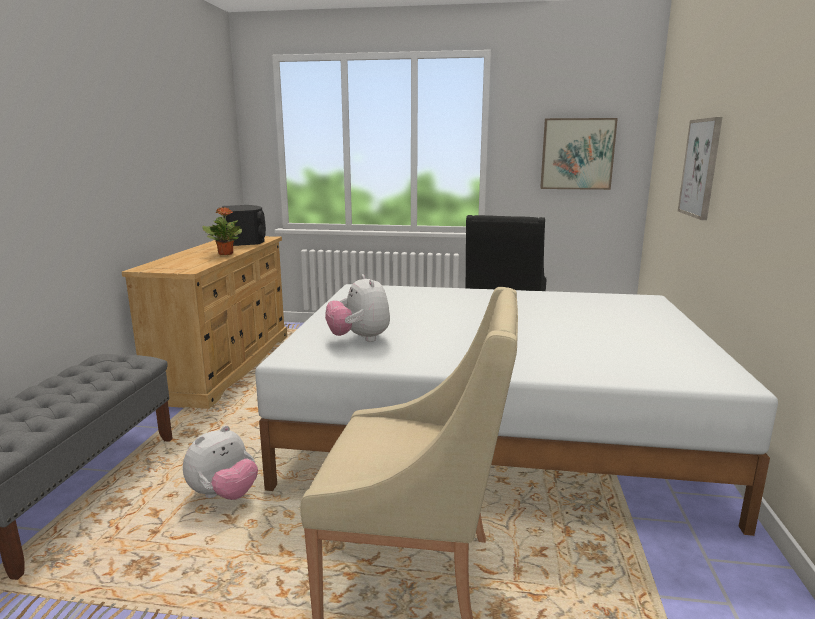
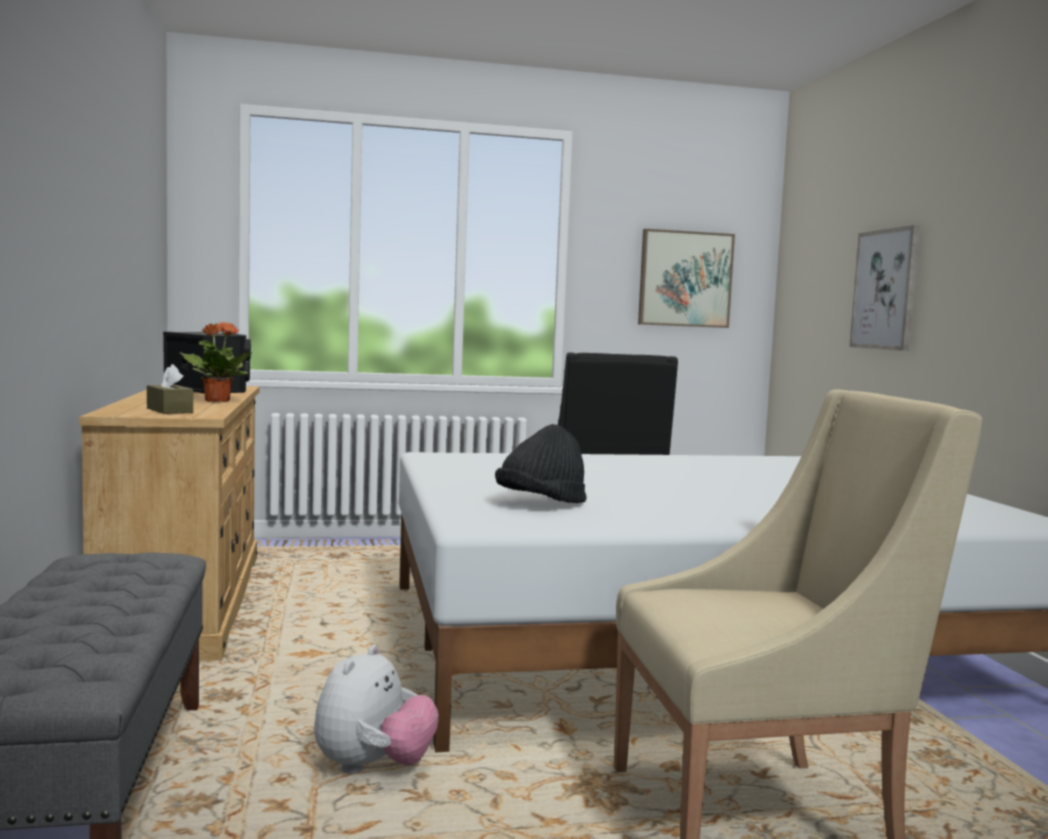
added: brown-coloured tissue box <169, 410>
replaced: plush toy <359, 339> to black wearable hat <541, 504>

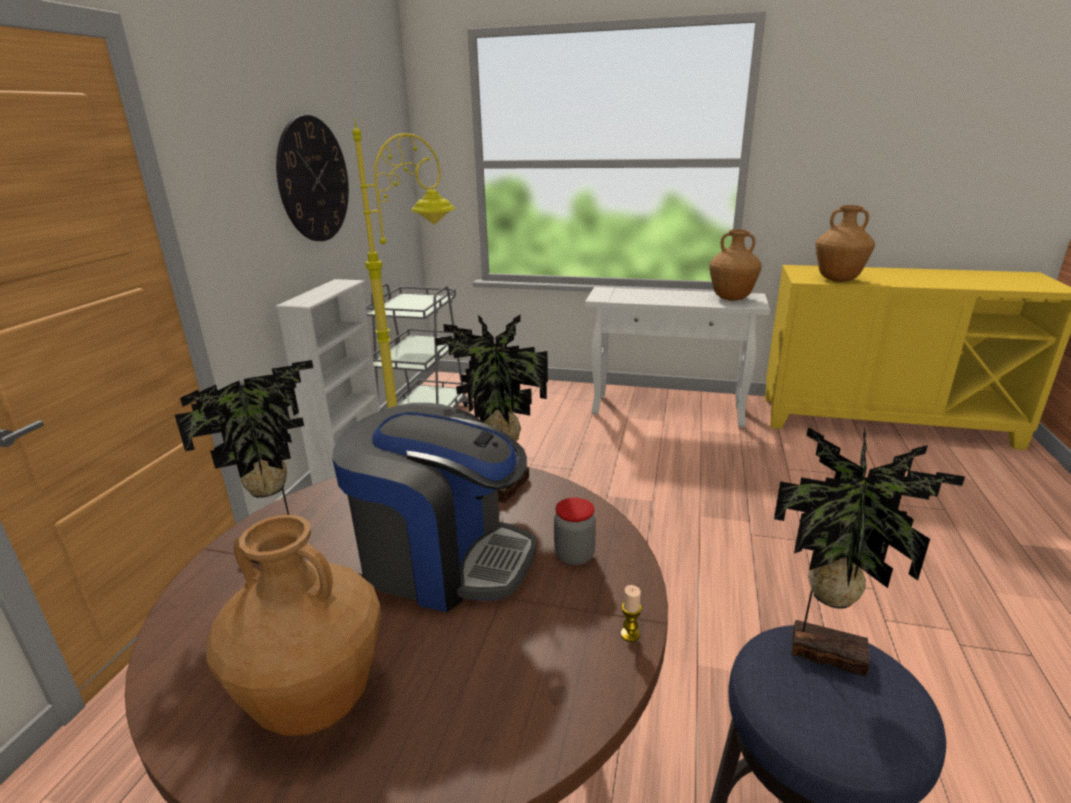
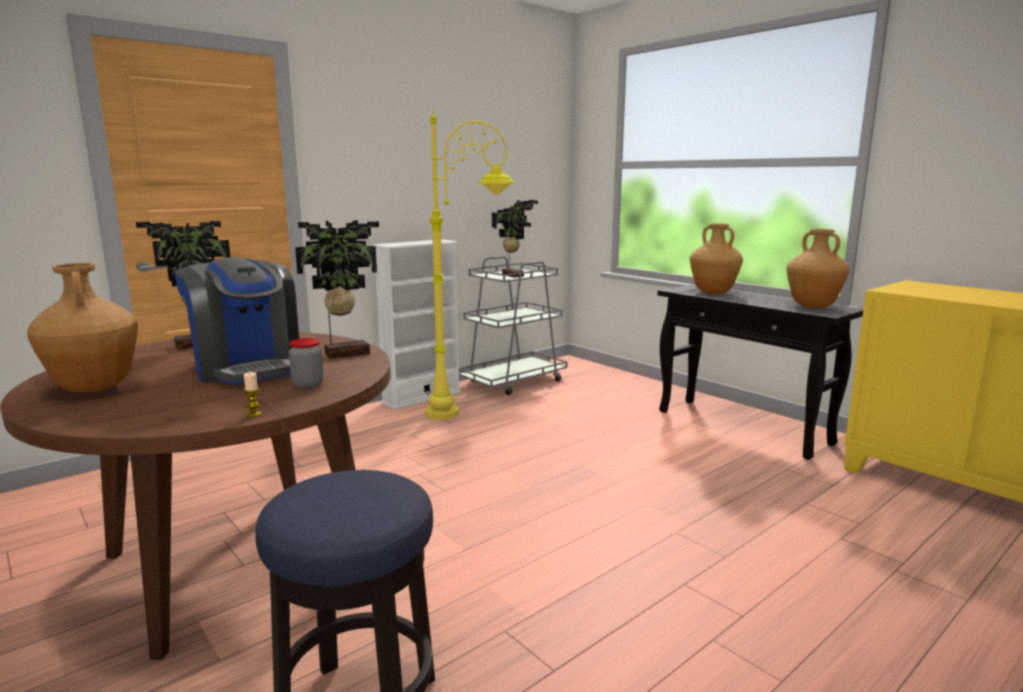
removed: wall clock <314, 180>
moved: brown-coloured vase <837, 280> to <713, 293>; houseplant <826, 649> to <514, 275>
recoloured: white-coloured narrow table <668, 410> to black narrow table <743, 427>

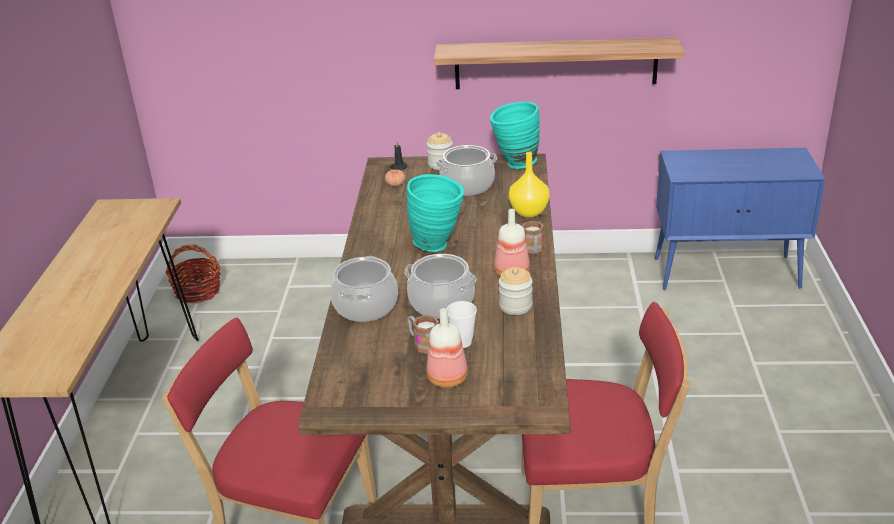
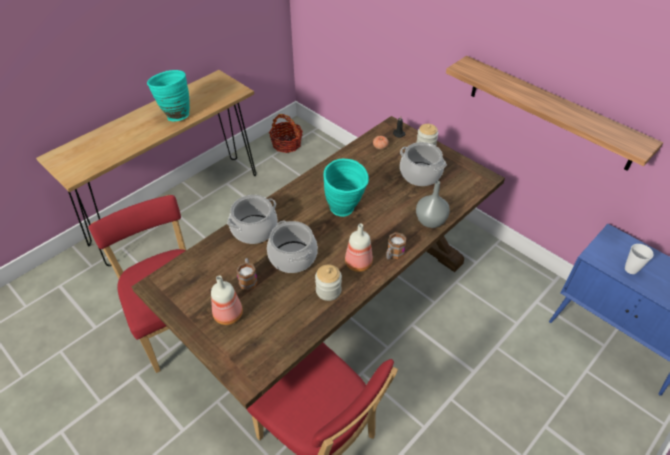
moved: turquoise vase <514, 164> to <175, 115>; cup <462, 342> to <631, 269>
recoloured: yellow vase <528, 212> to greyish vase <429, 221>

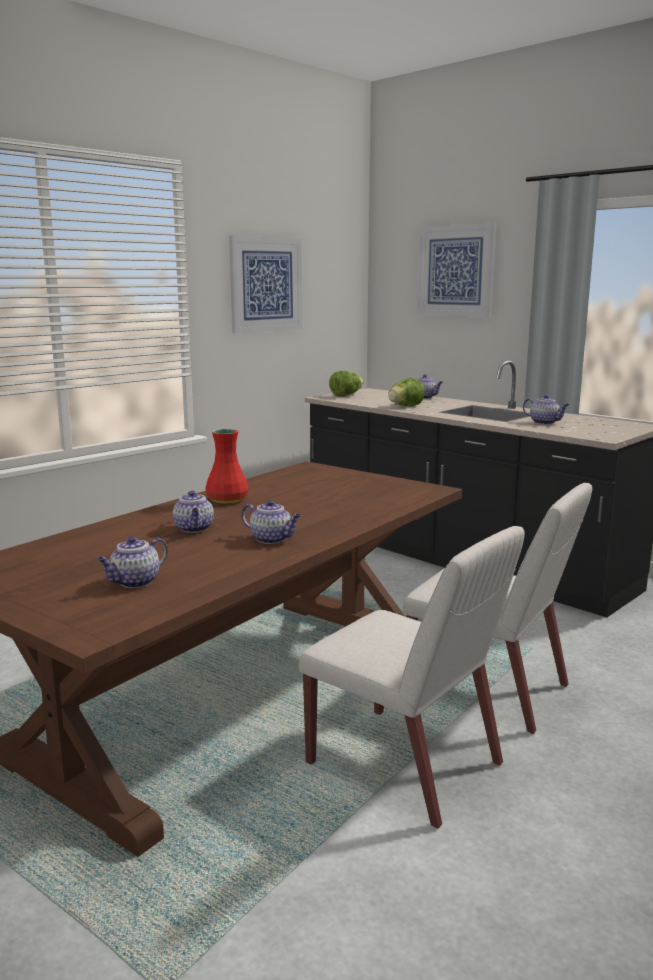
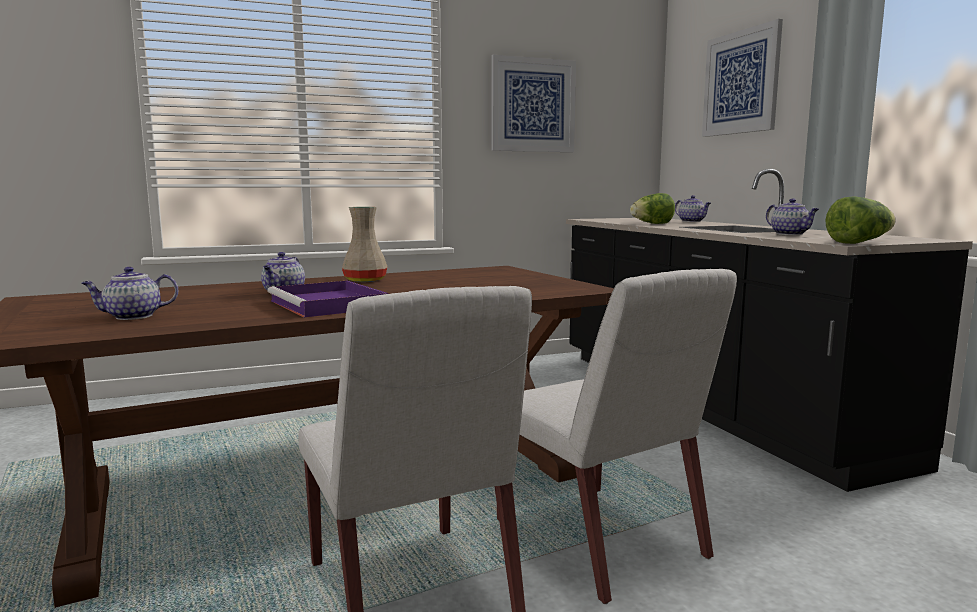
moved: lettuce <346, 395> to <858, 243>
replaced: tea pot <272, 539> to purplish carrying tray <329, 304>
recoloured: red vase <227, 500> to sand-coloured vase <365, 280>

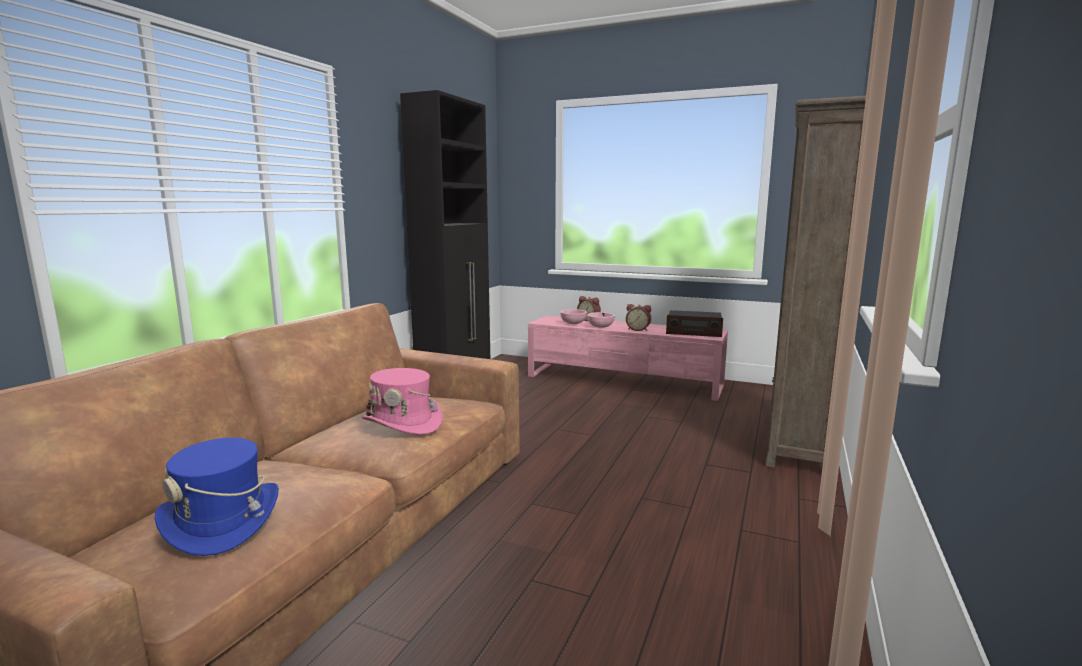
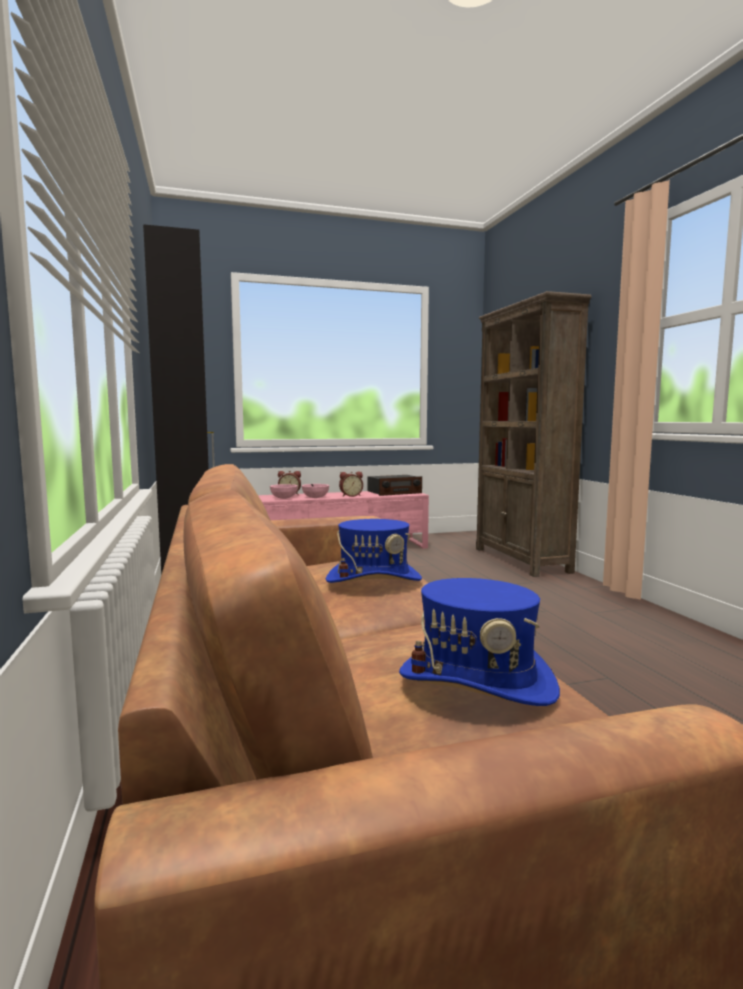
recoloured: pinkish wearable hat <403, 423> to bluish wearable hat <374, 579>

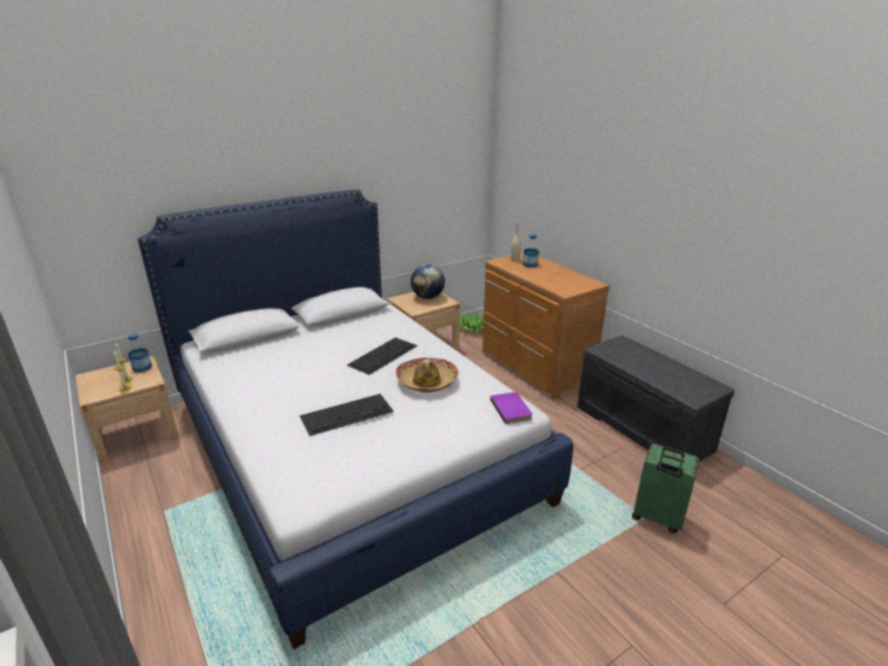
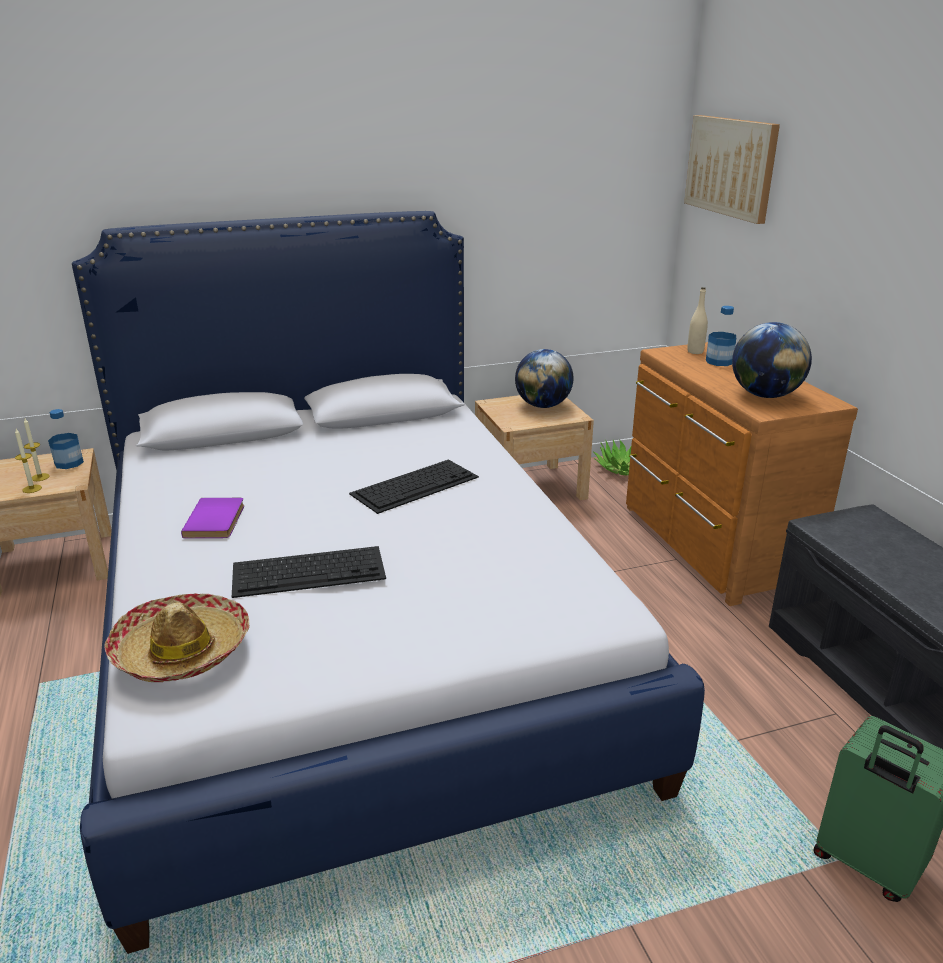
added: picture <731, 167>; globe <765, 395>
moved: wearable hat <427, 381> to <182, 650>; purplish bound book <512, 409> to <217, 520>

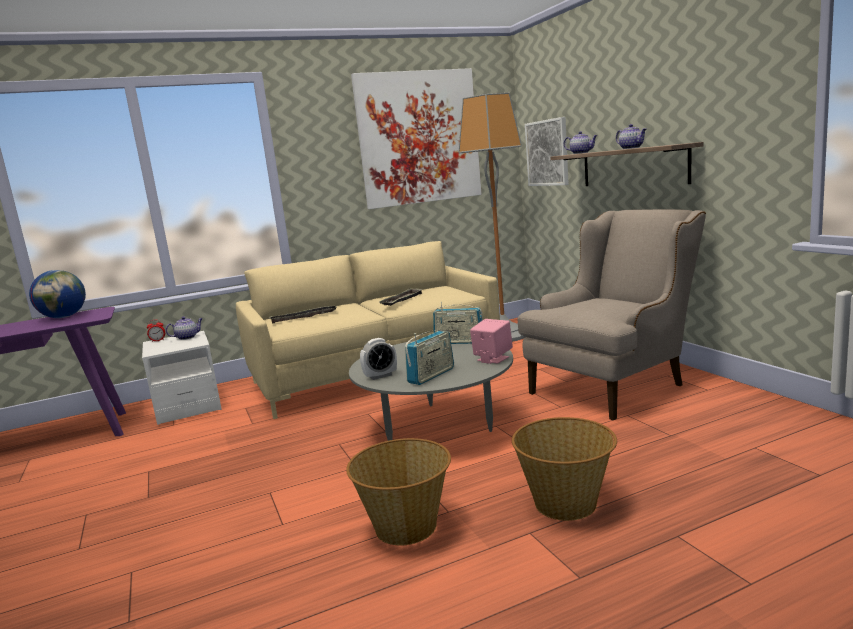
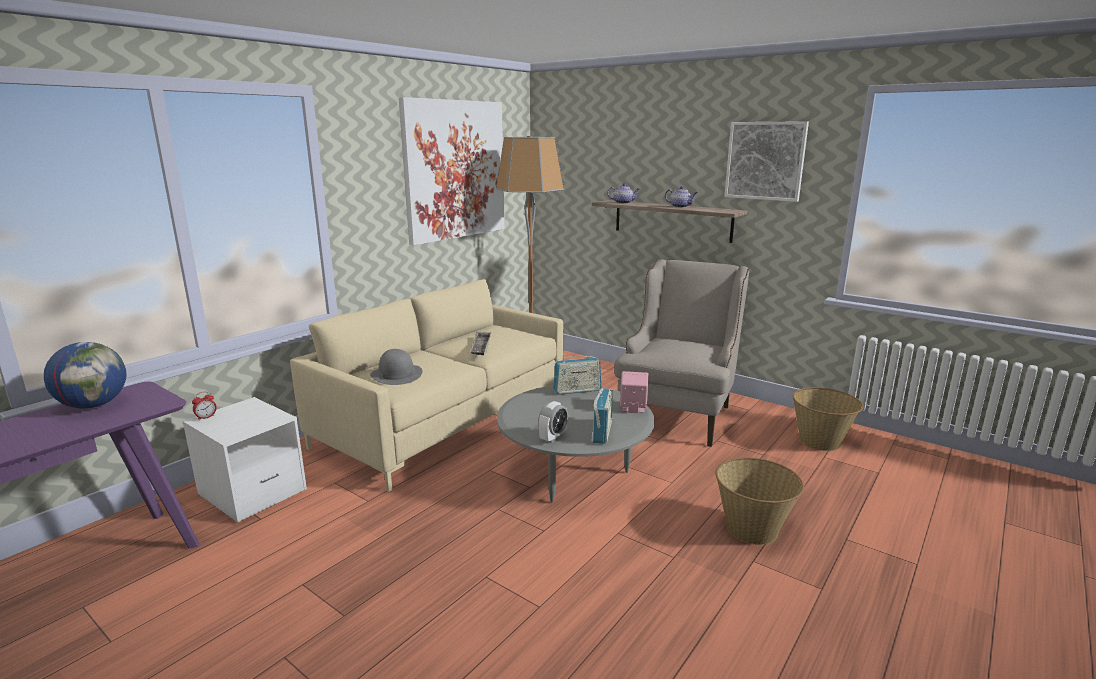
removed: tea pot <187, 337>
moved: picture <547, 153> to <765, 161>; household basket <406, 527> to <820, 441>
replaced: carrying tray <303, 317> to greyish wearable hat <396, 374>

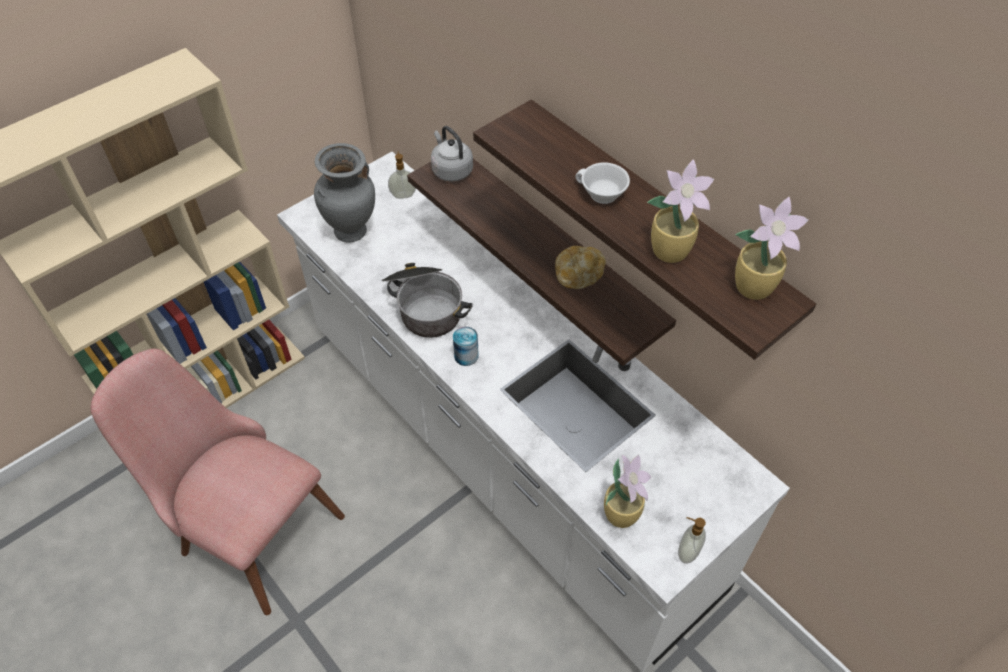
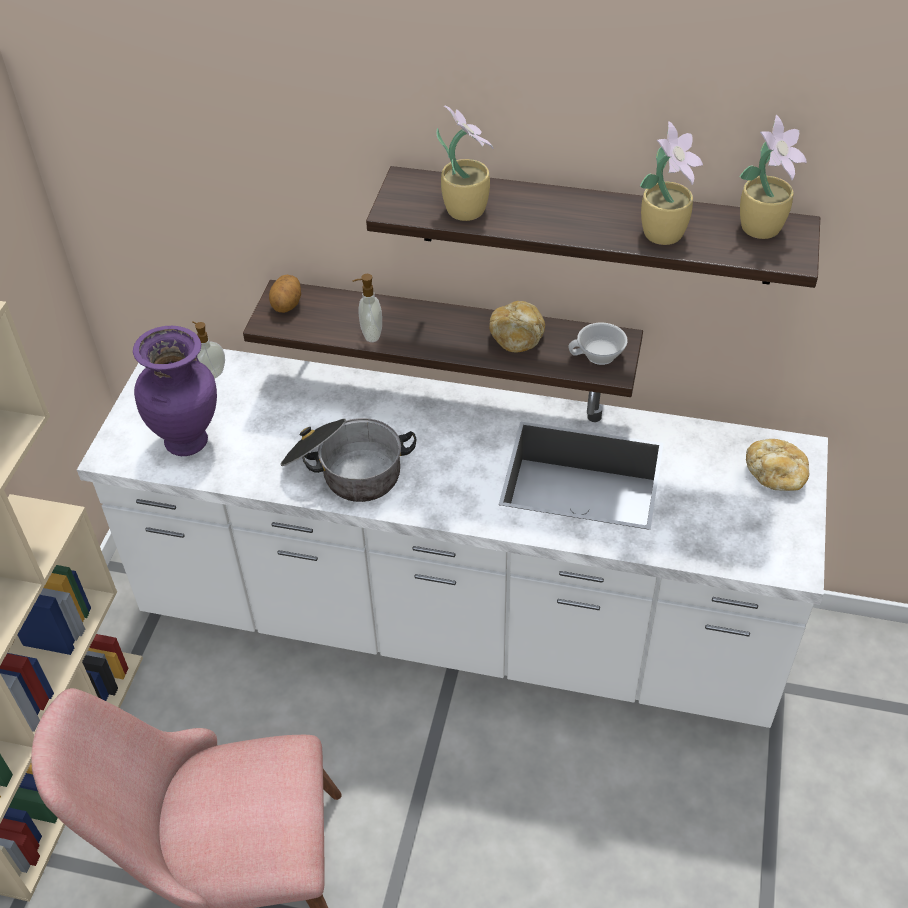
removed: sealed can <466, 356>
added: bread <775, 475>
moved: white-coloured cup <601, 194> to <599, 356>; houseplant <622, 513> to <465, 209>; soap bottle <687, 552> to <370, 334>
replaced: greyish water kettle <451, 170> to whole potato <287, 305>
recoloured: greyish vase <352, 232> to purplish vase <189, 442>

